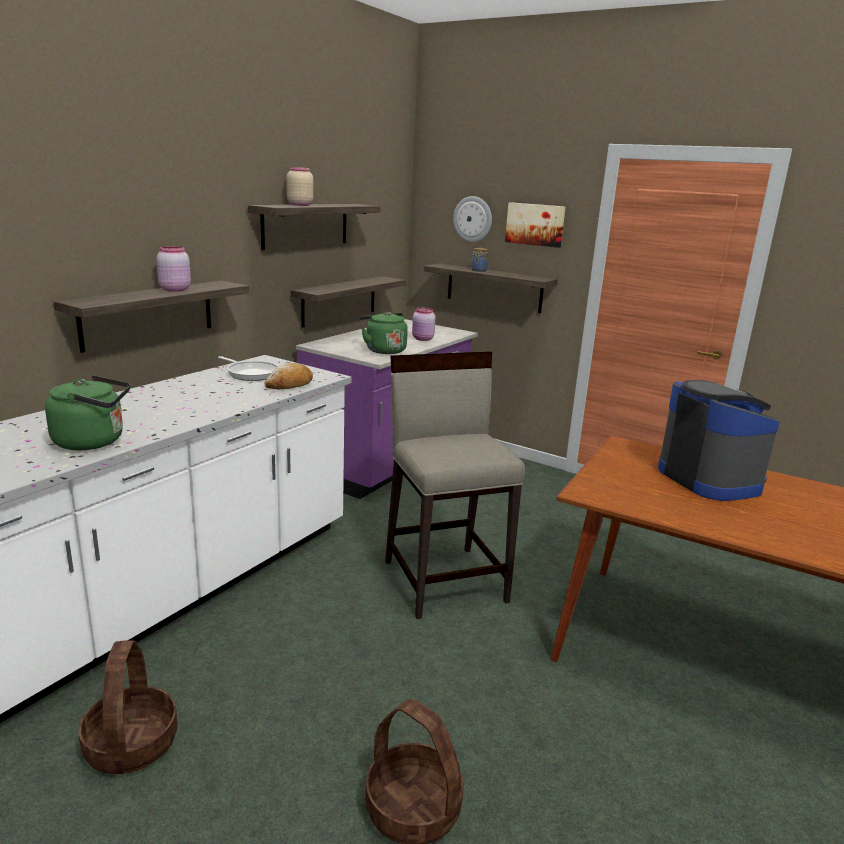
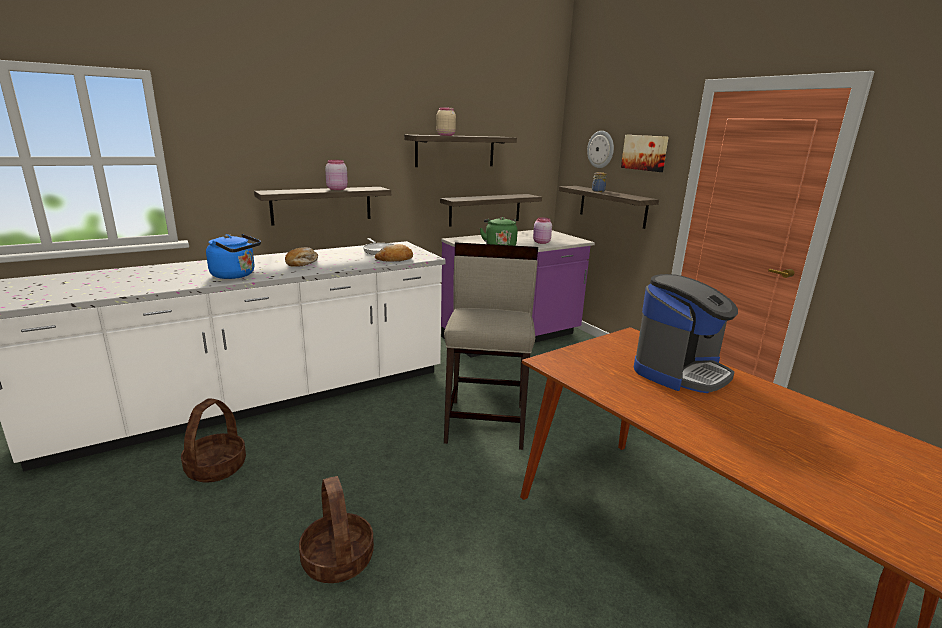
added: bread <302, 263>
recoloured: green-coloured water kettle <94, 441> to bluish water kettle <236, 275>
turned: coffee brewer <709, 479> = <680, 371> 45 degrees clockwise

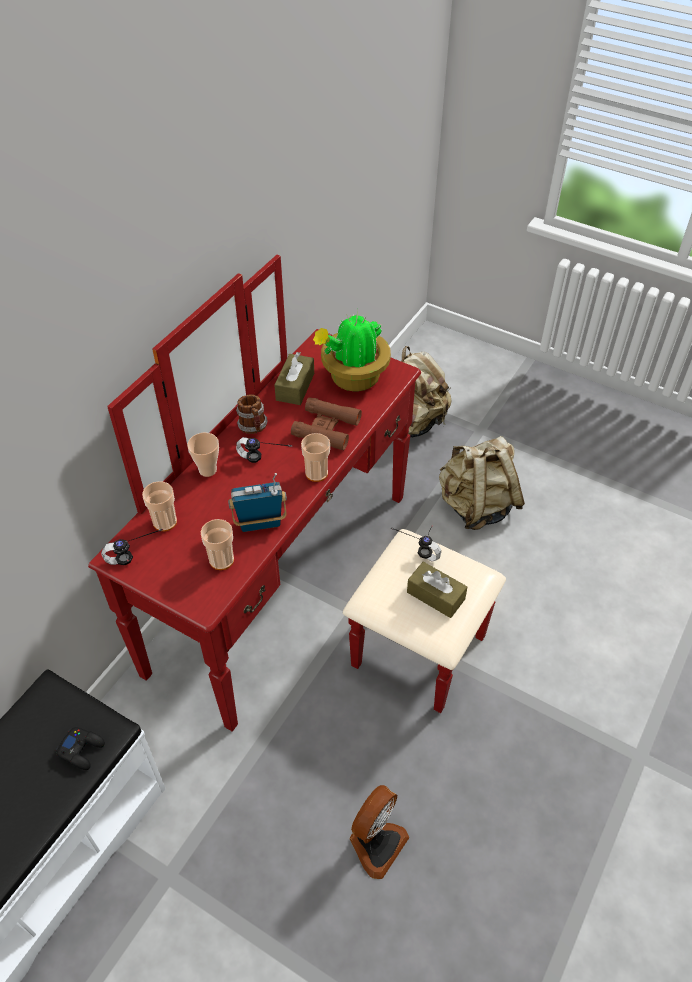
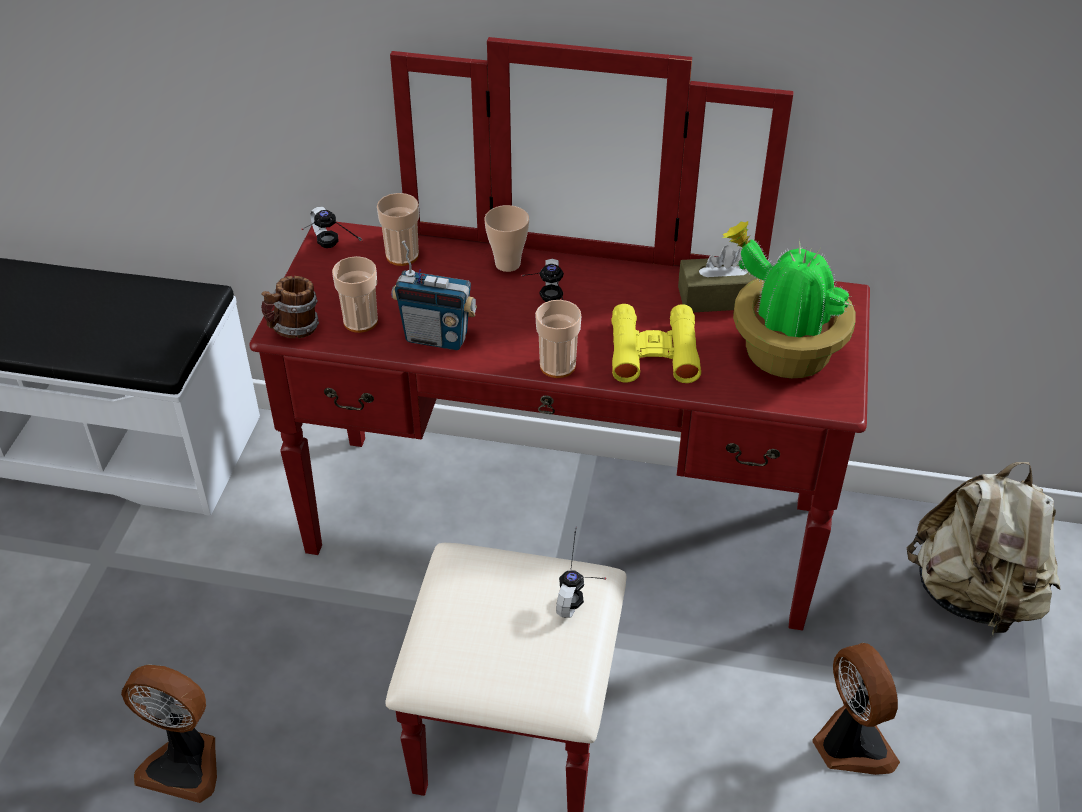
removed: brown-coloured tissue box <435, 596>; black game controller <82, 750>
moved: mug <254, 428> to <293, 330>
replaced: sand-coloured backpack <476, 506> to cooling fan <850, 744>
recoloured: brown-coloured binoculars <326, 428> to yellow binoculars <653, 352>
turned: radio <260, 524> = <437, 337> 135 degrees clockwise

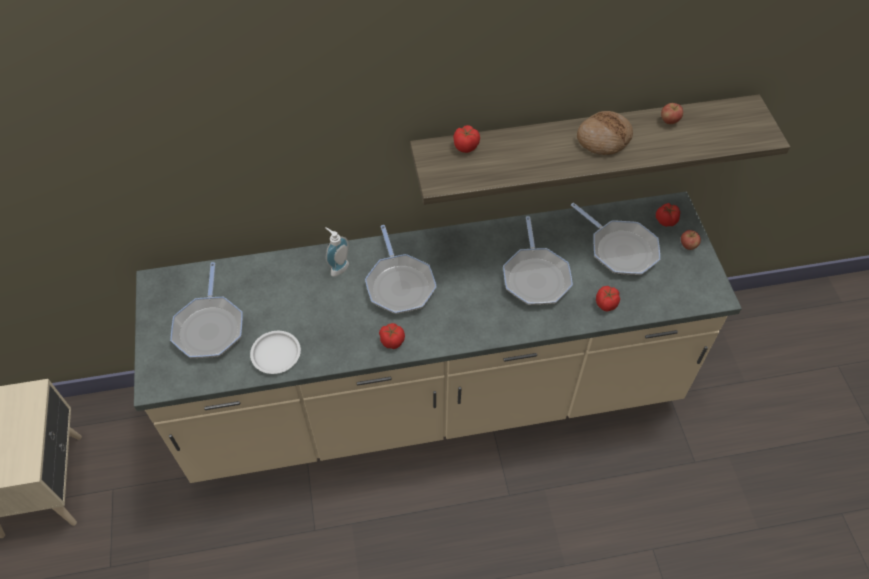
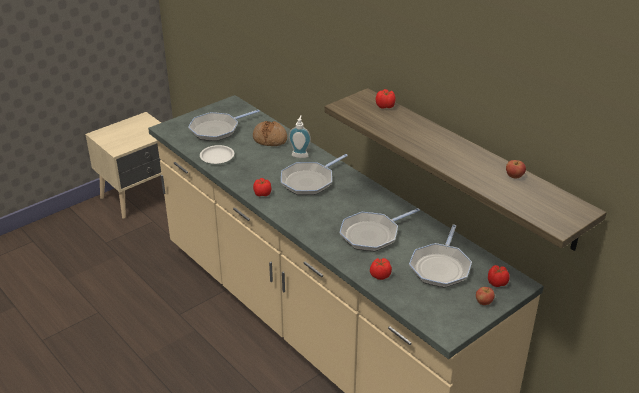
moved: bread <603, 139> to <270, 139>

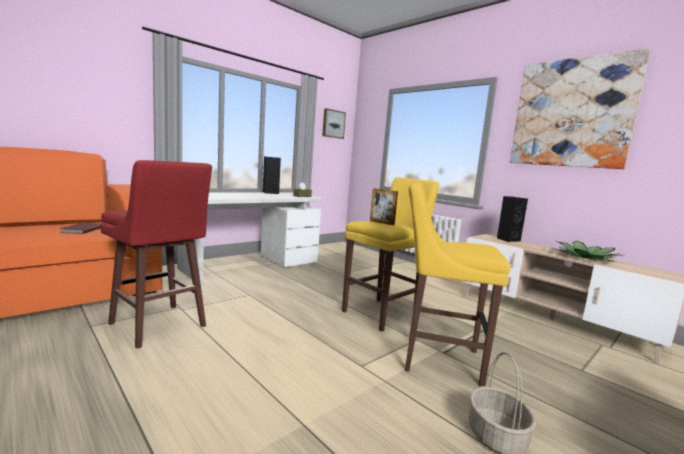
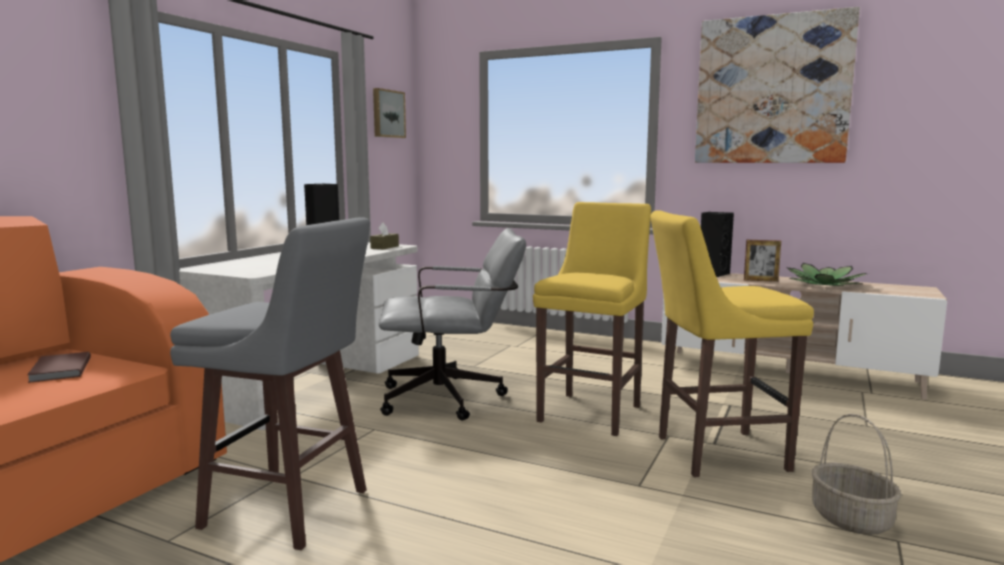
added: greyish desk chair <453, 398>
moved: picture frame <382, 223> to <760, 280>
recoloured: red stool seat <158, 326> to greyish stool seat <289, 510>

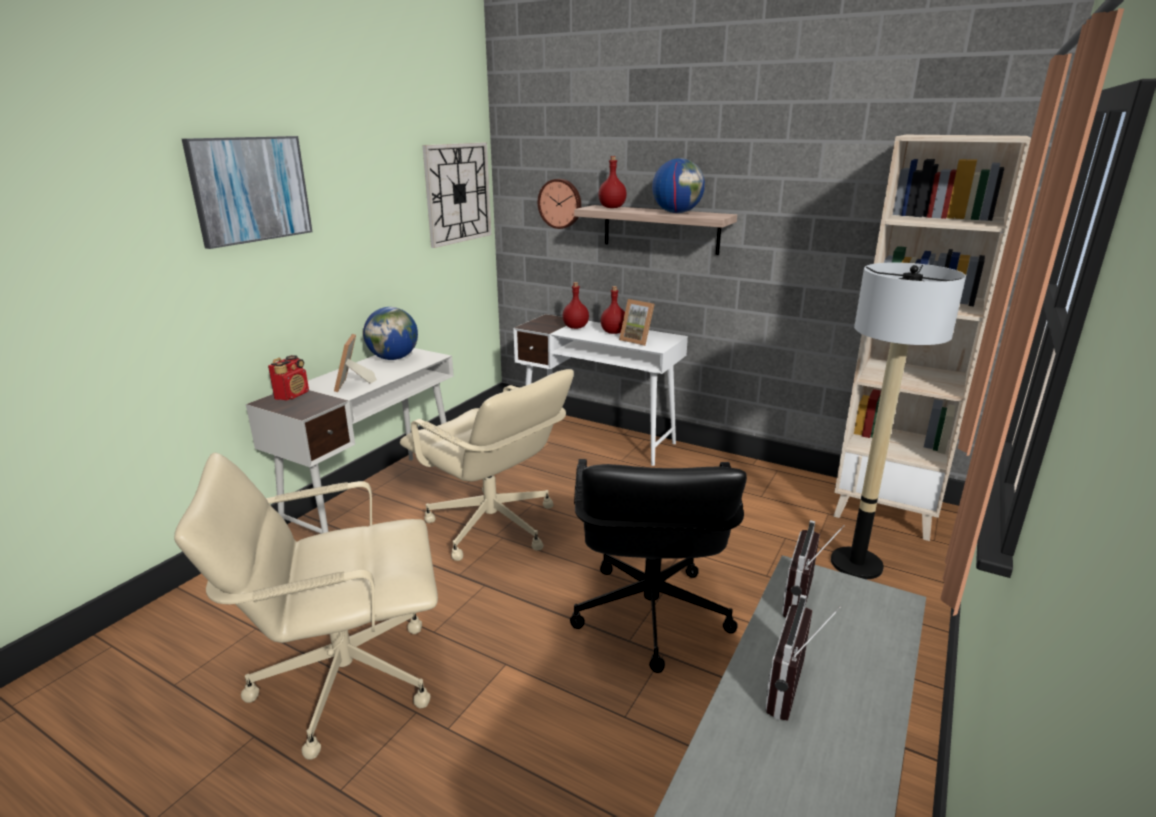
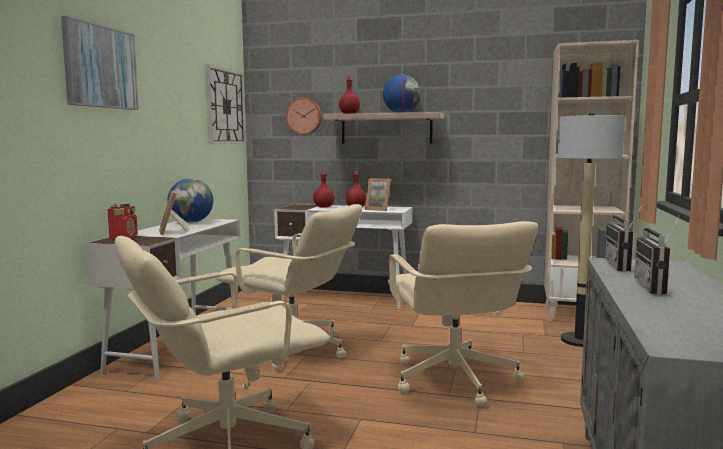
recoloured: black desk chair <649, 615> to sand-coloured desk chair <454, 380>

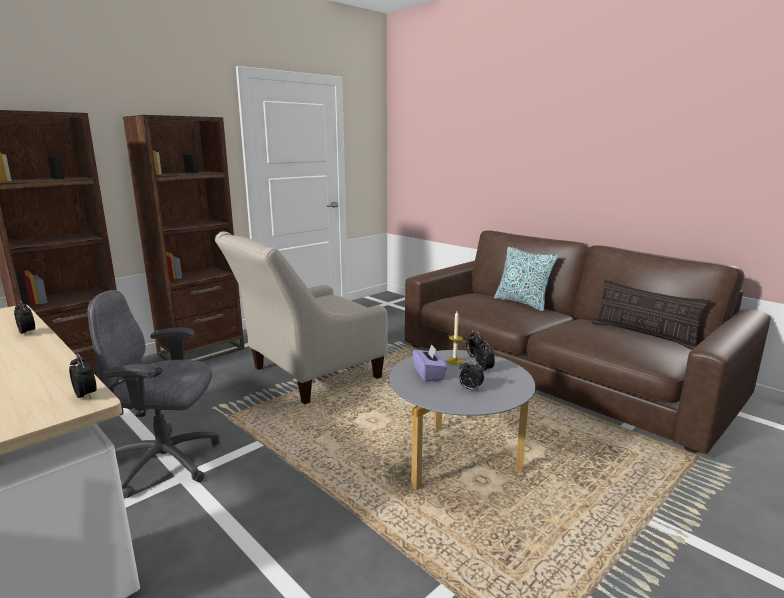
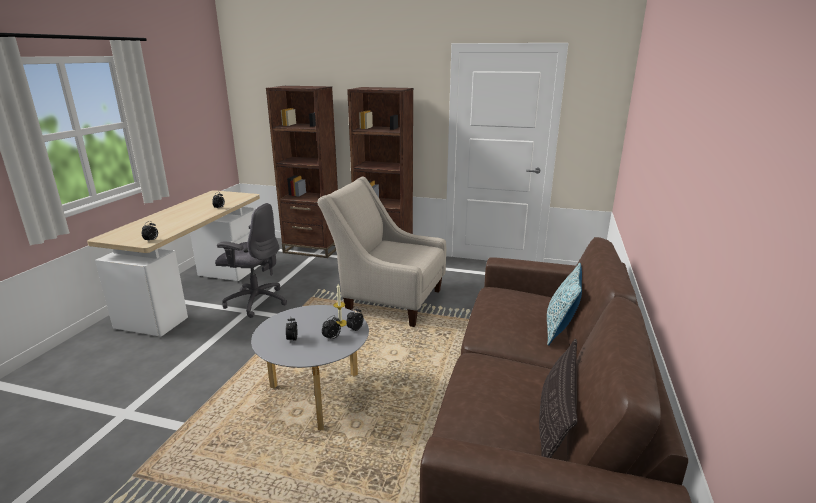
removed: purplish tissue box <429, 374>
turned: greyish desk chair <166, 463> = <256, 301> 135 degrees clockwise

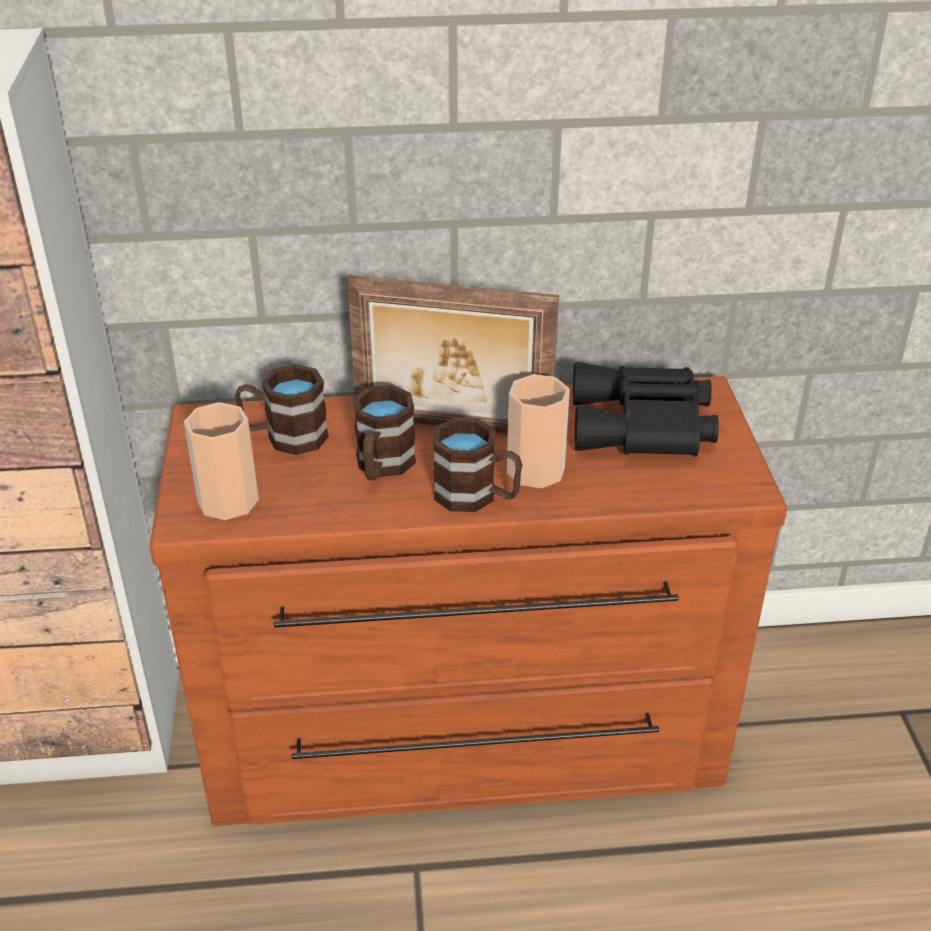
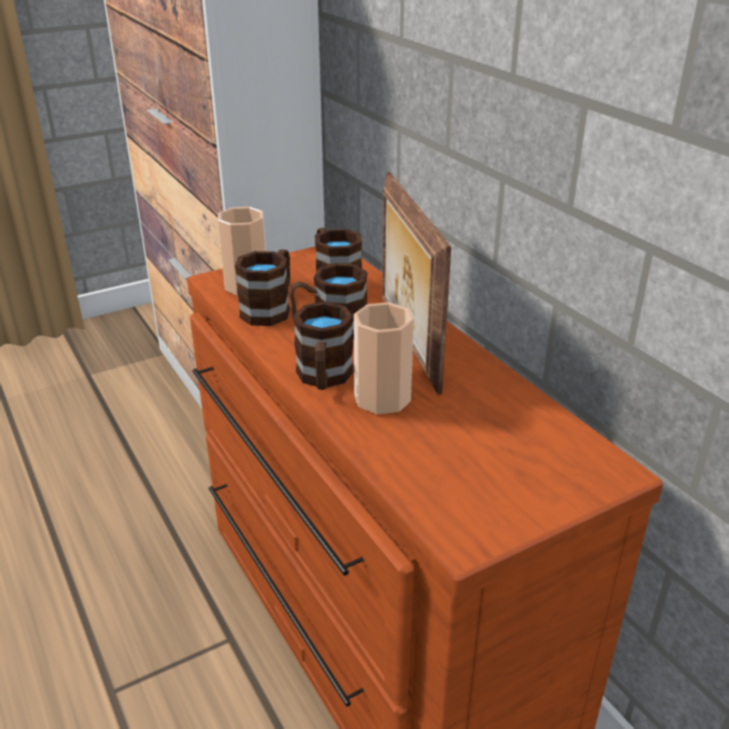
removed: black binoculars <644, 427>
added: brown-coloured mug <271, 308>

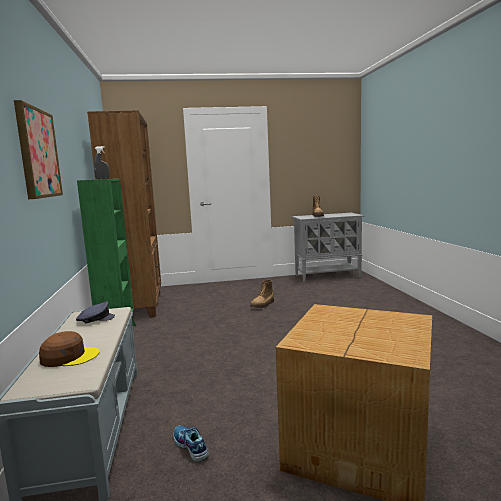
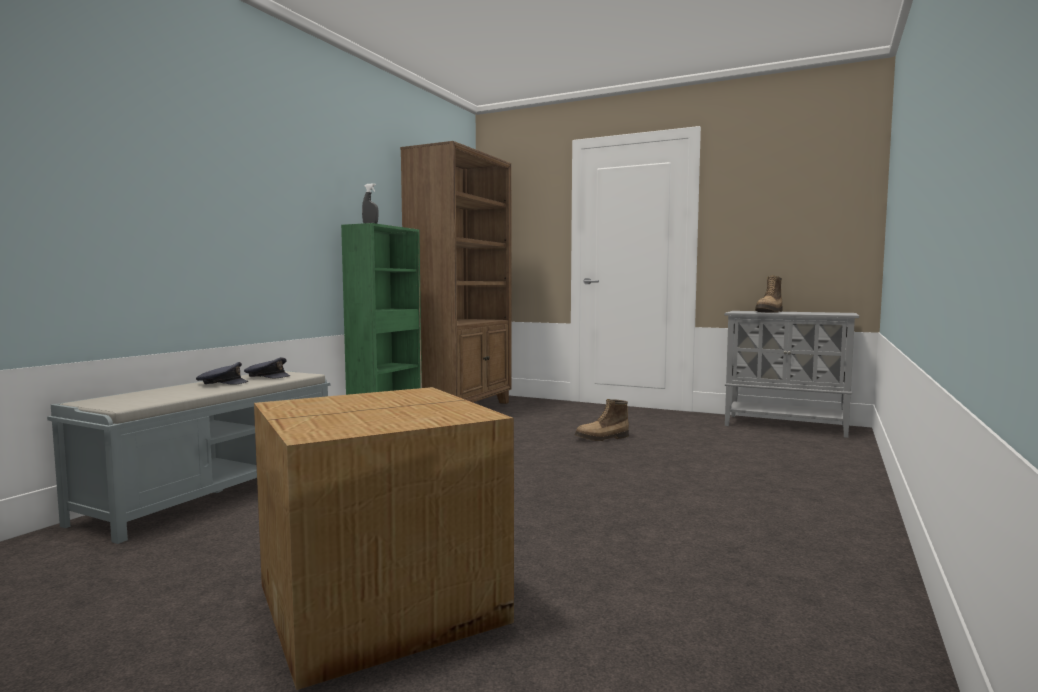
removed: picture <38, 153>; brown-coloured baseball cap <69, 357>; low shoe <190, 447>
added: greyish baseball cap <222, 383>

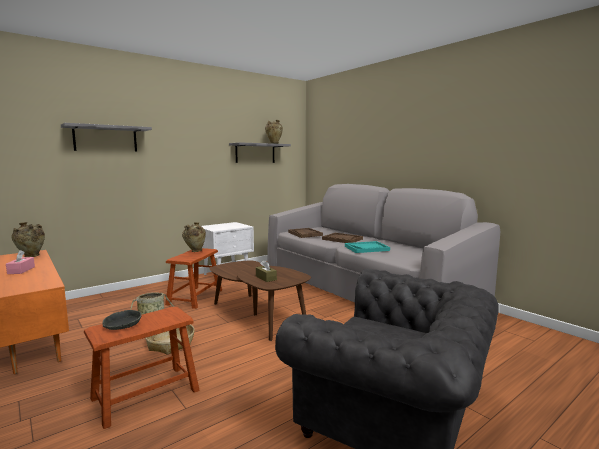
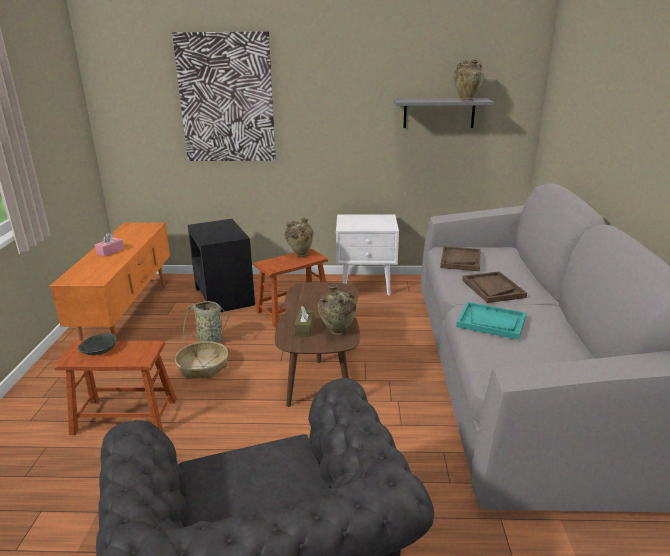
added: black accent table <224, 296>
moved: sand-coloured vase <31, 256> to <337, 333>
replaced: greyish bracket shelf <105, 139> to picture <226, 98>

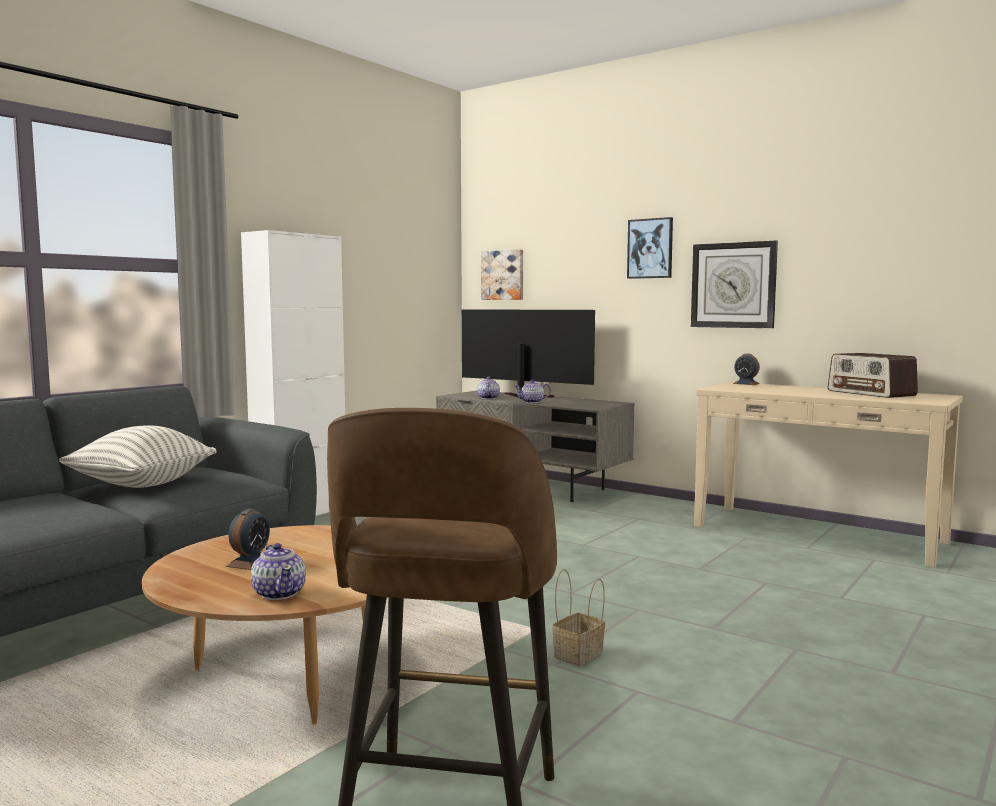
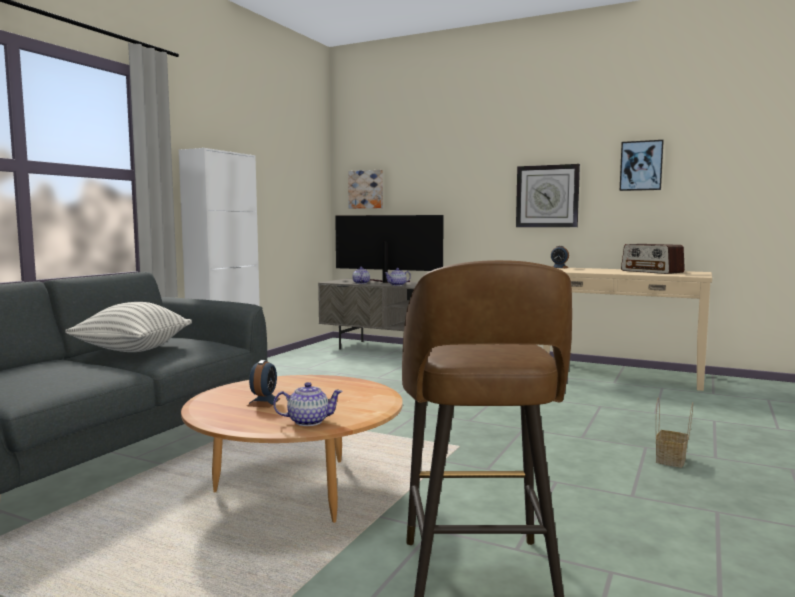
moved: picture <650, 248> to <641, 165>; household basket <578, 655> to <671, 460>
turned: tea pot <279, 593> = <308, 421> 60 degrees counterclockwise

